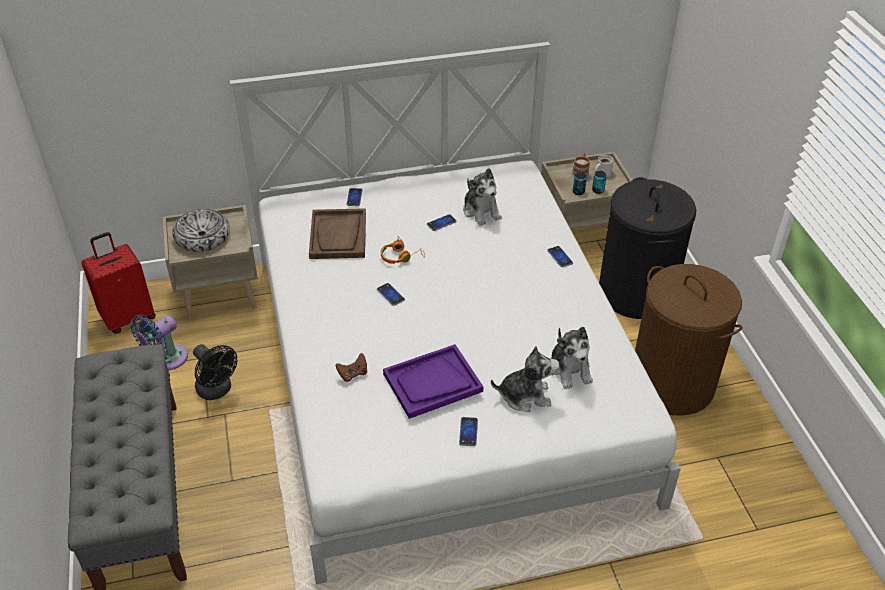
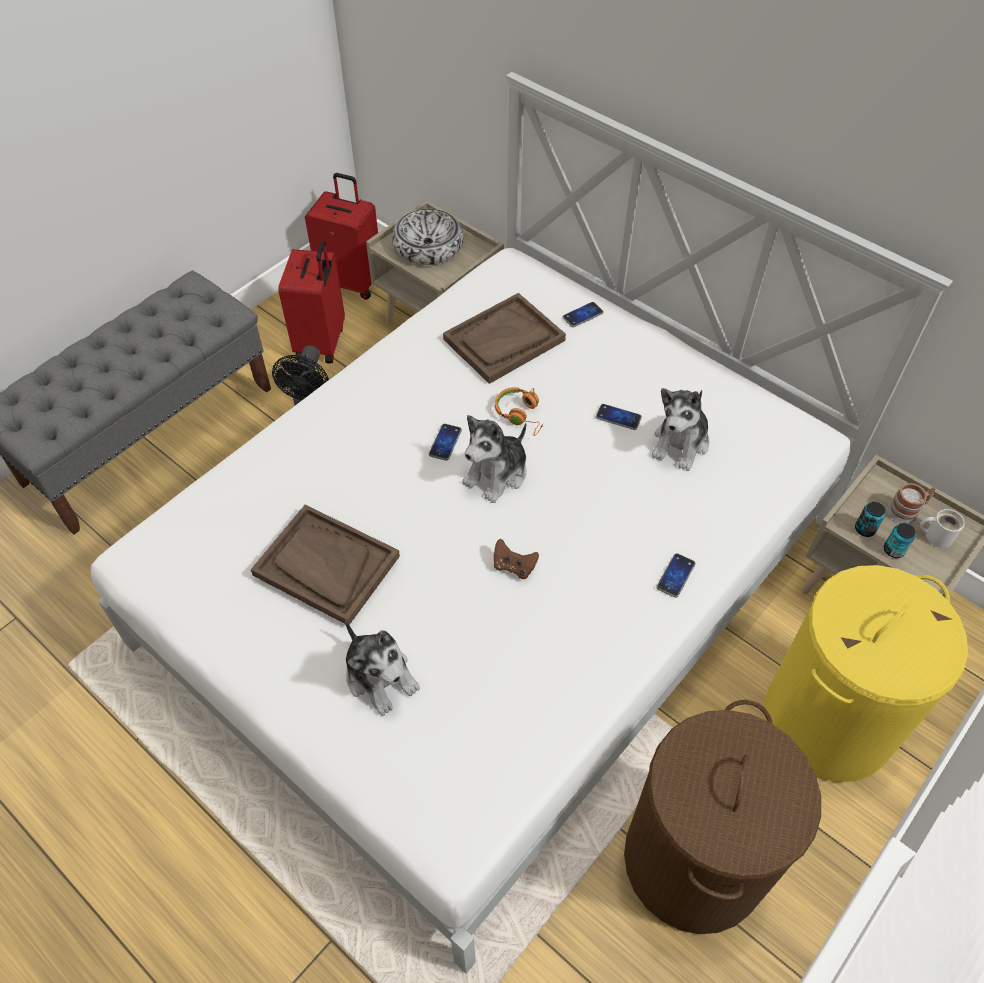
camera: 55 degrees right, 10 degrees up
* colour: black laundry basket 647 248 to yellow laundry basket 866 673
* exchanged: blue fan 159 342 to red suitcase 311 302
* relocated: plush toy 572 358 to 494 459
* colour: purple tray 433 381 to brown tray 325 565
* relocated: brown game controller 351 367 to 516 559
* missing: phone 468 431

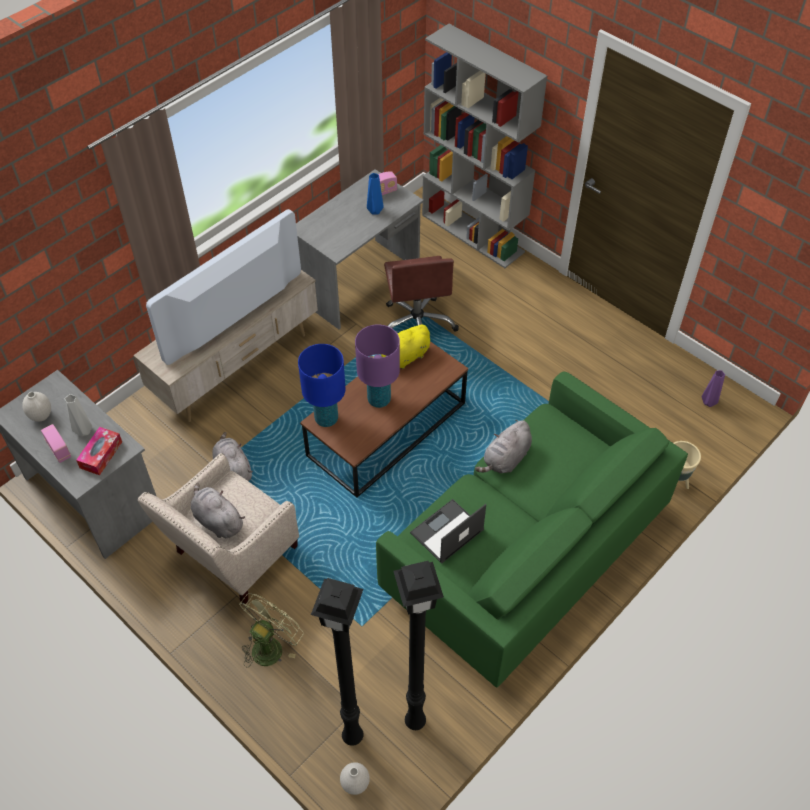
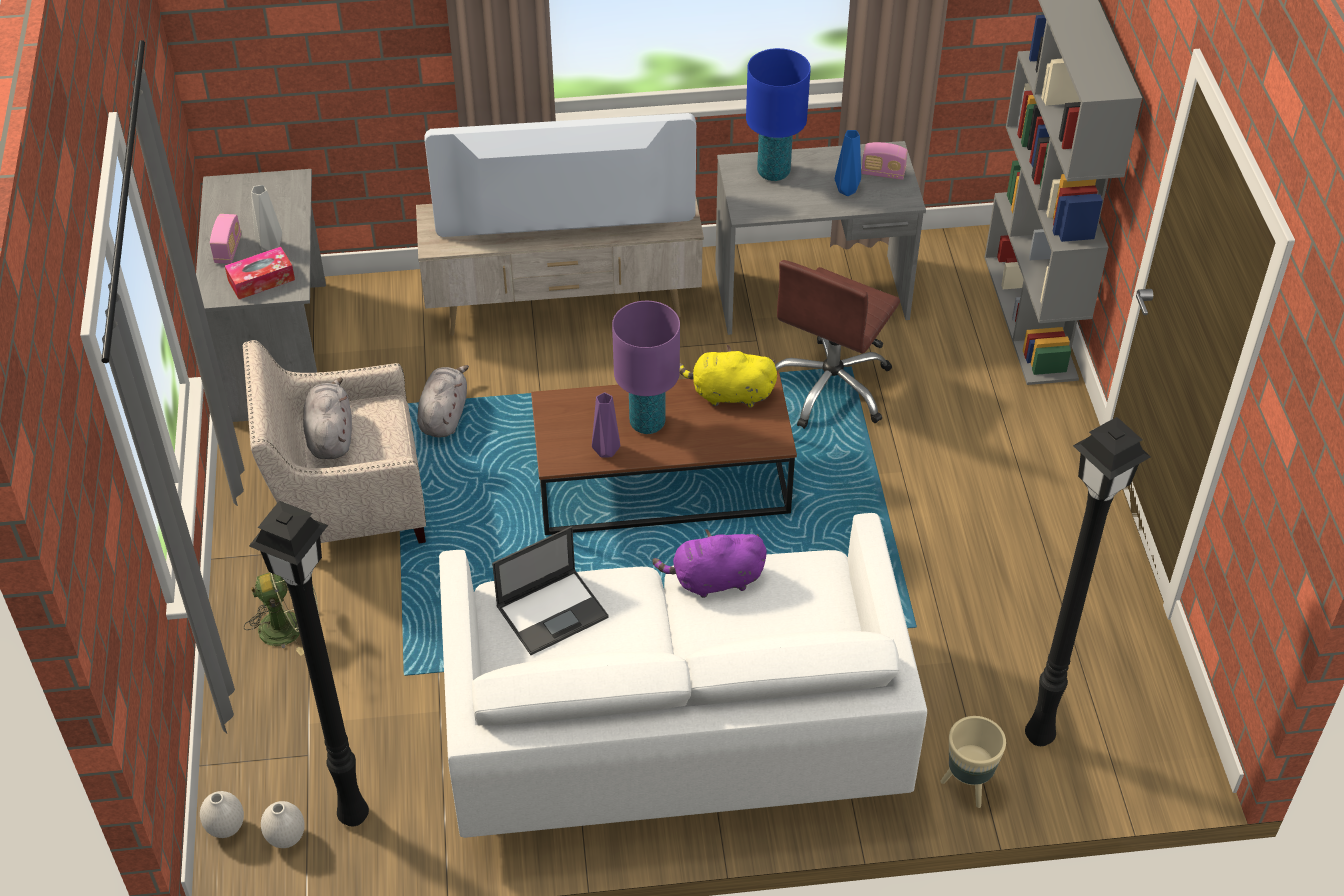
camera: 40 degrees right, 5 degrees down
* relocated: blue table lamp 322 385 to 778 114
* relocated: purple vase 713 388 to 606 424
* colour: green sofa 532 530 to white sofa 683 675
* relocated: white vase 36 407 to 283 824
* colour: grey plush toy 503 446 to purple plush toy 709 563
* spun: laptop 448 531 = 550 590 150 degrees clockwise
* relocated: black floor lamp 337 662 to 1088 581

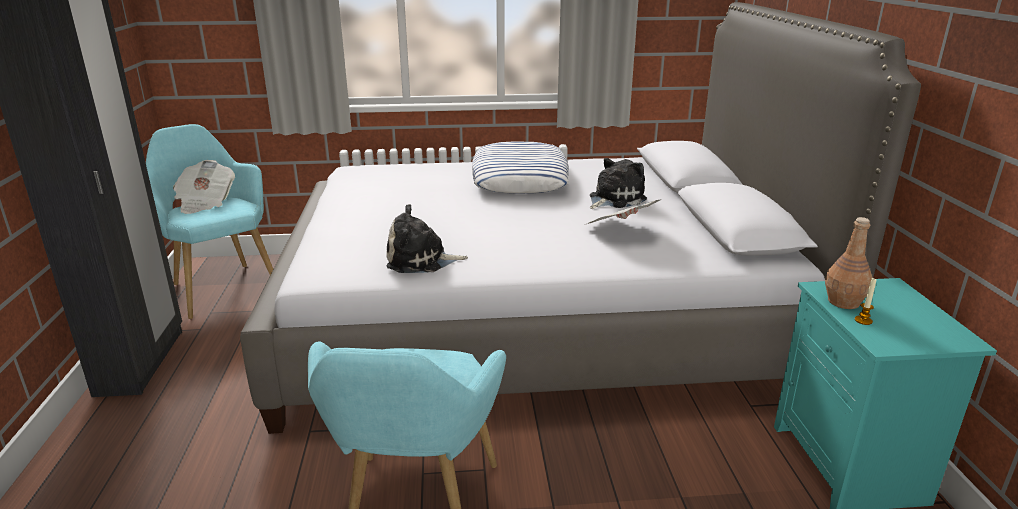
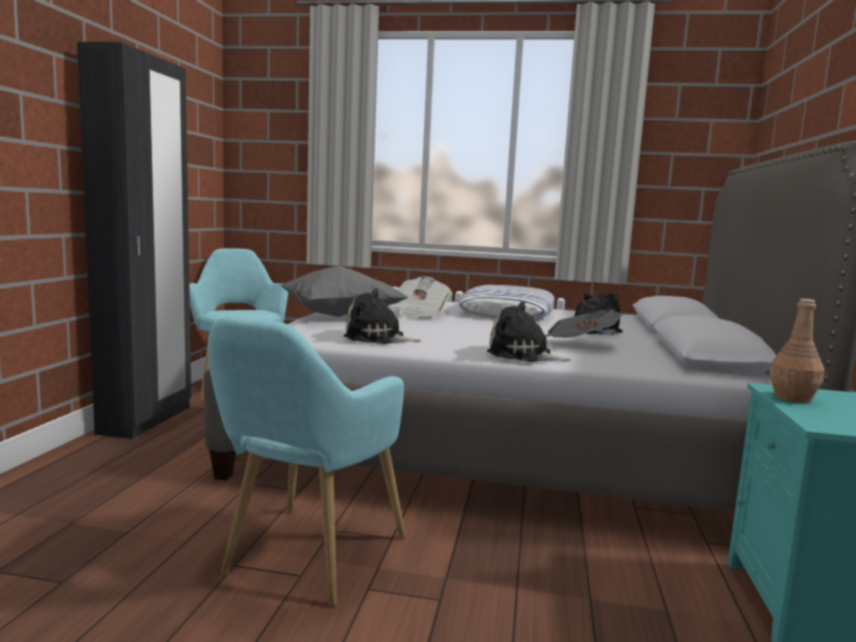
camera: 15 degrees right, 15 degrees down
* relocated: newspaper 204 187 to 422 297
* missing: candle 865 301
* appeared: grey pillow 344 291
* appeared: plush toy 529 331

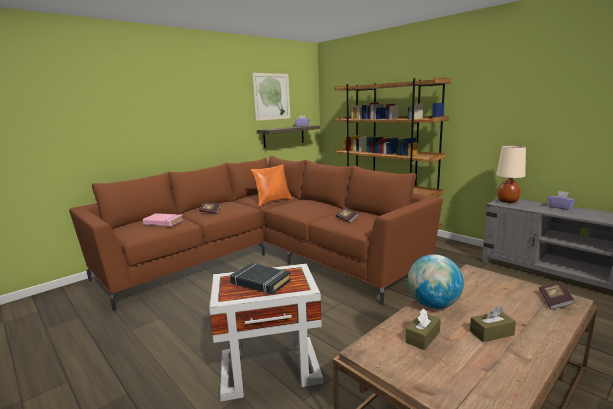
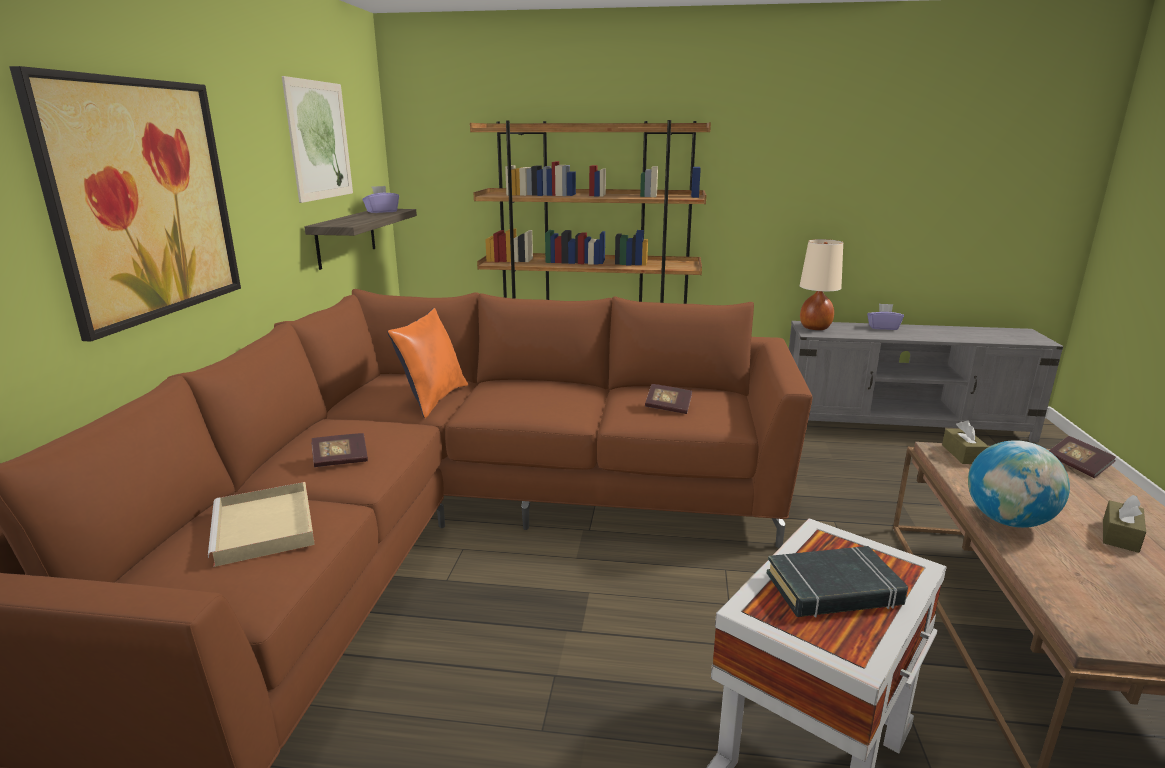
camera: 40 degrees left, 5 degrees up
* exchanged: pink book 163 220 to beige tray 261 524
* relocated: brown tissue box 423 329 to 965 442
* appeared: picture 125 204

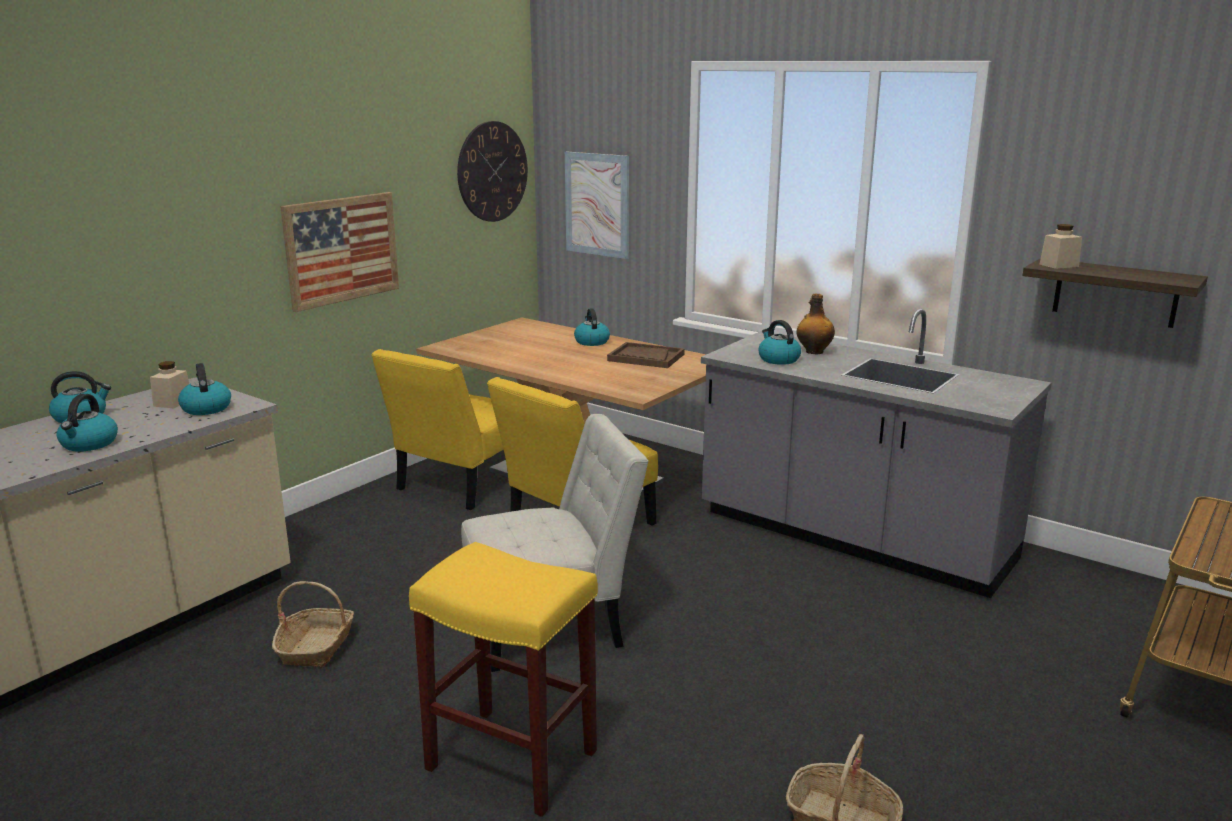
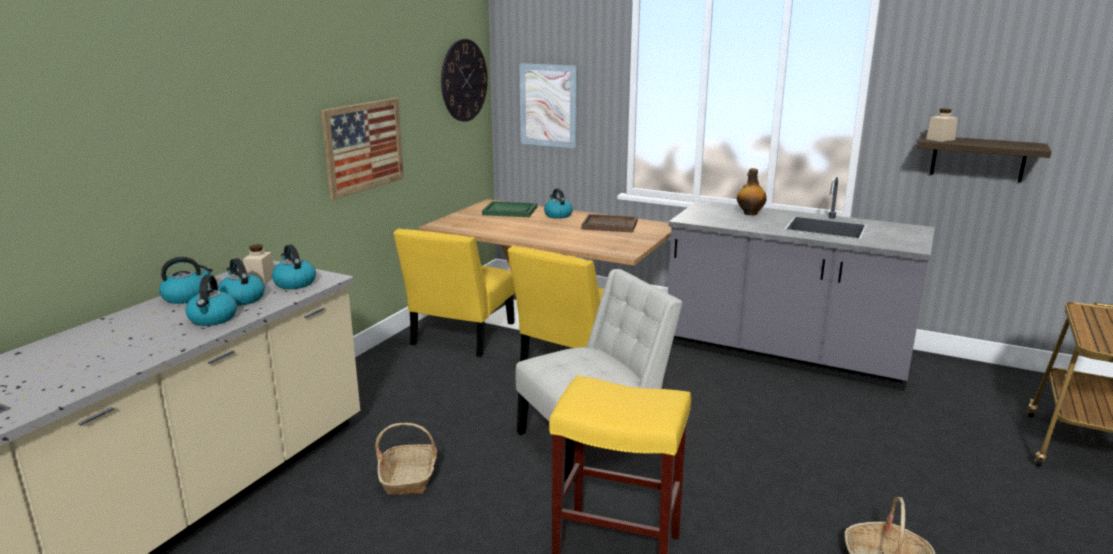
camera: 10 degrees left, 0 degrees up
* relocated: kettle 780 342 to 241 282
* appeared: green tray 509 209

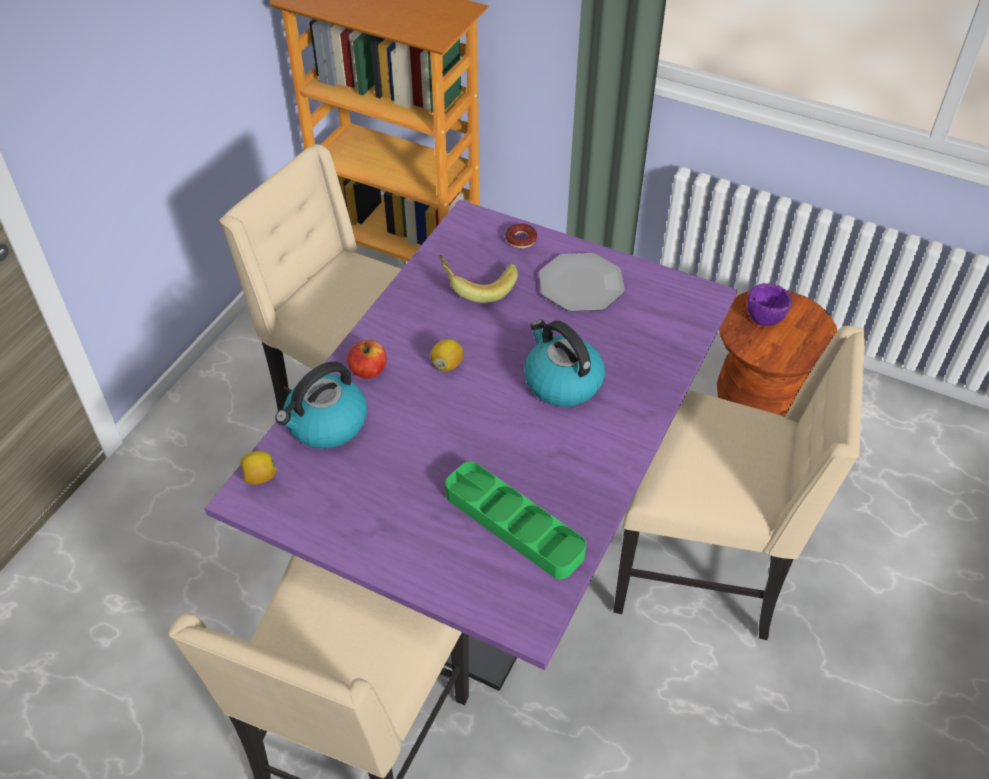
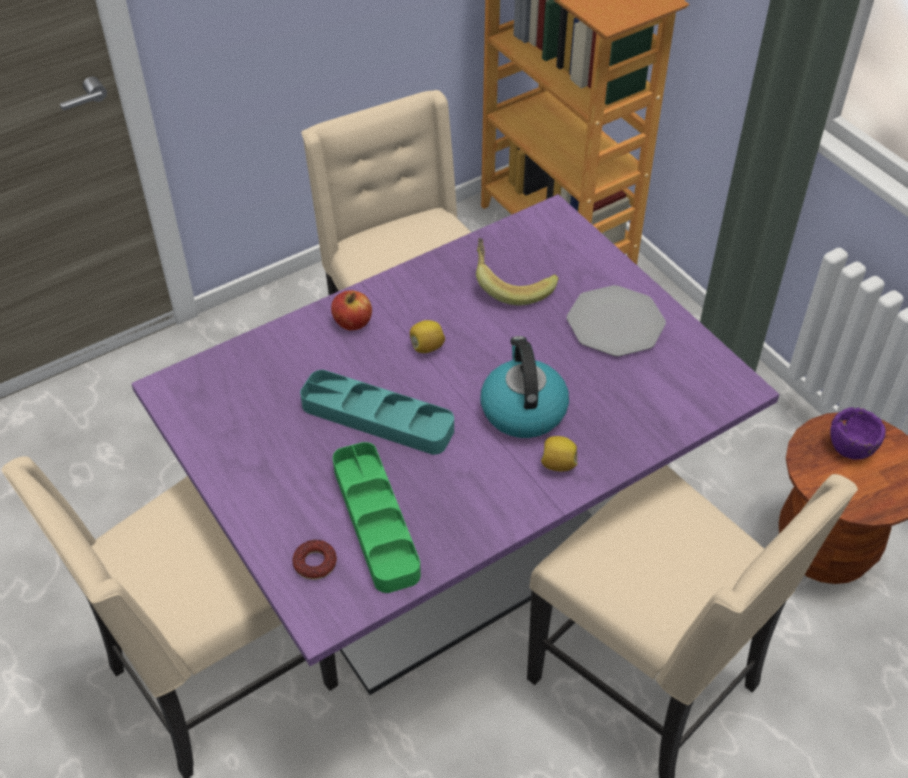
camera: 30 degrees right, 0 degrees up
* relocated: donut 521 235 to 315 560
* missing: kettle 321 405
* relocated: lemon 258 468 to 559 453
* appeared: turquoise tray 377 412

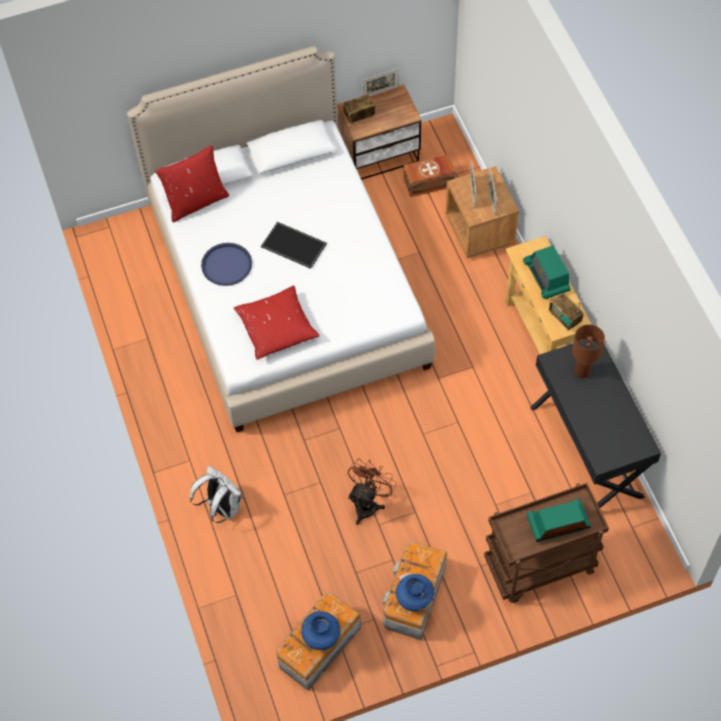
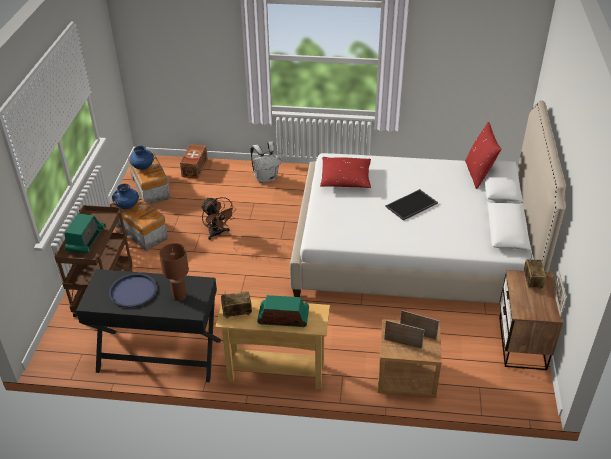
camera: 115 degrees right, 20 degrees down
* relocated: brown storage box 430 175 to 194 161
* relocated: blue tray 226 264 to 133 290

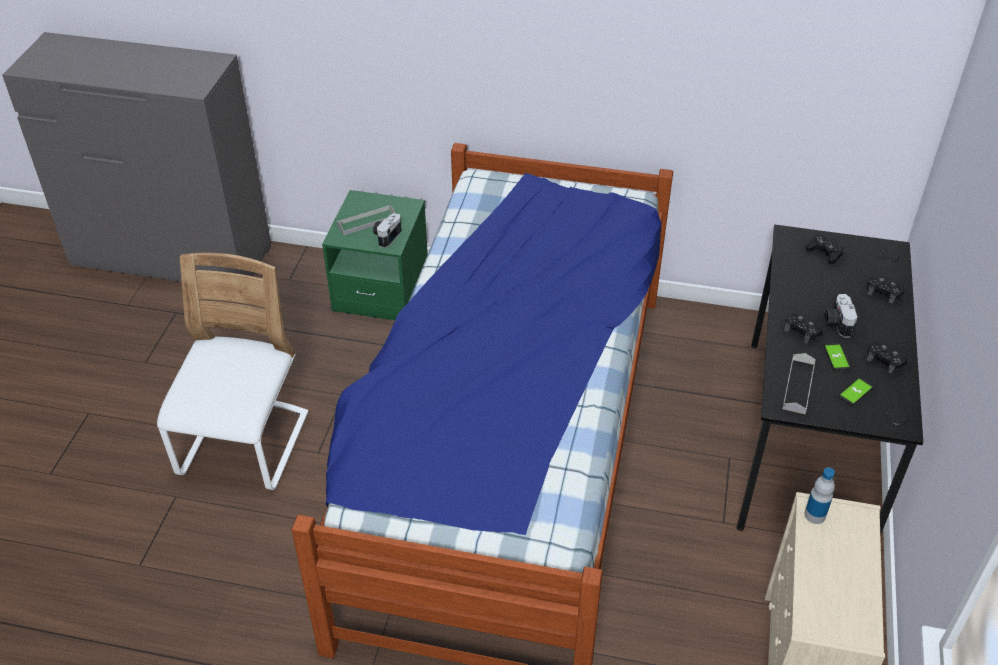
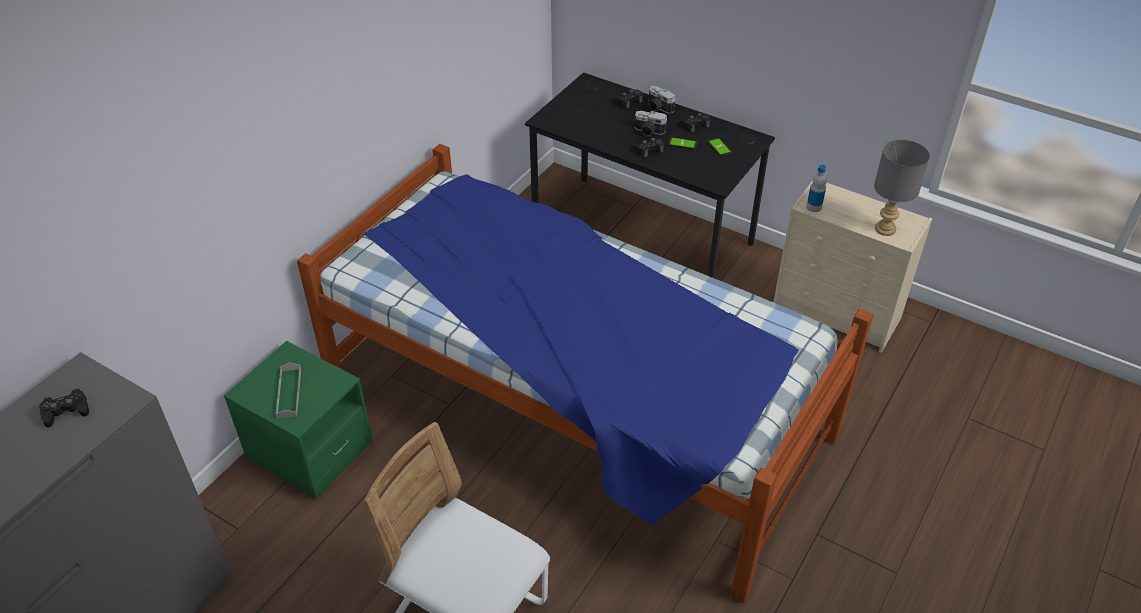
camera: 70 degrees left, 0 degrees up
* relocated: photo camera 387 230 to 662 100
* relocated: black game controller 825 250 to 64 408
* missing: grey tray 799 383
* appeared: grey table lamp 902 187

